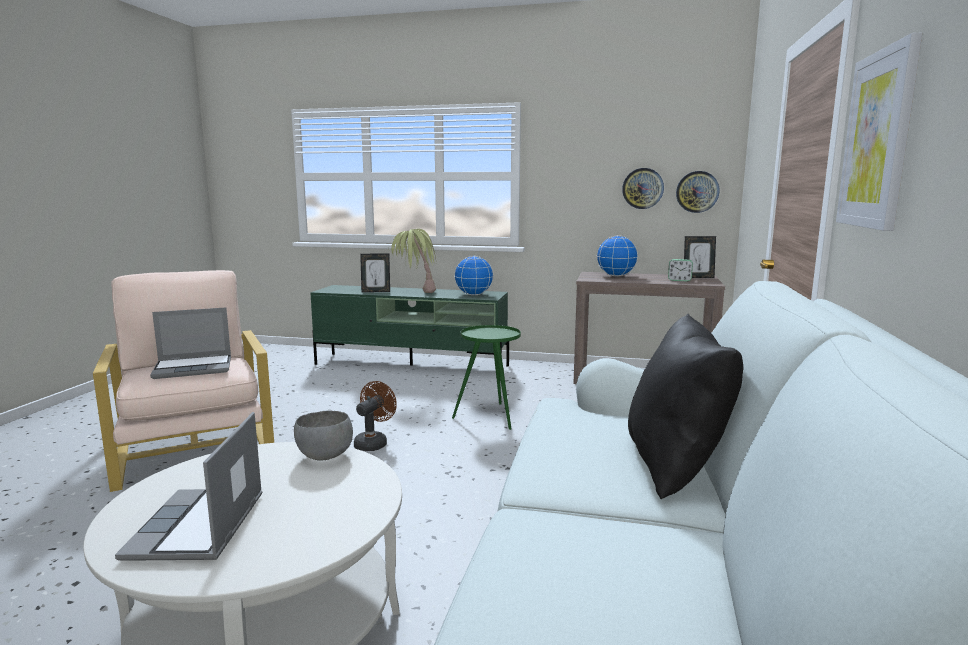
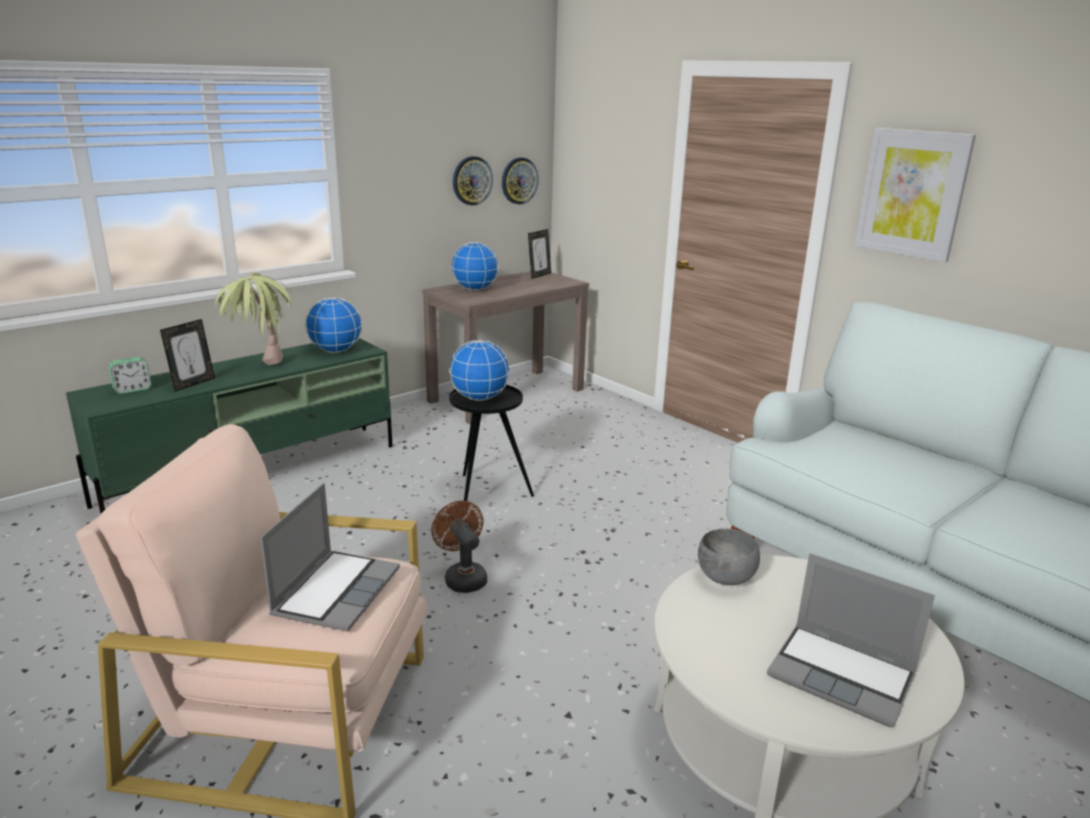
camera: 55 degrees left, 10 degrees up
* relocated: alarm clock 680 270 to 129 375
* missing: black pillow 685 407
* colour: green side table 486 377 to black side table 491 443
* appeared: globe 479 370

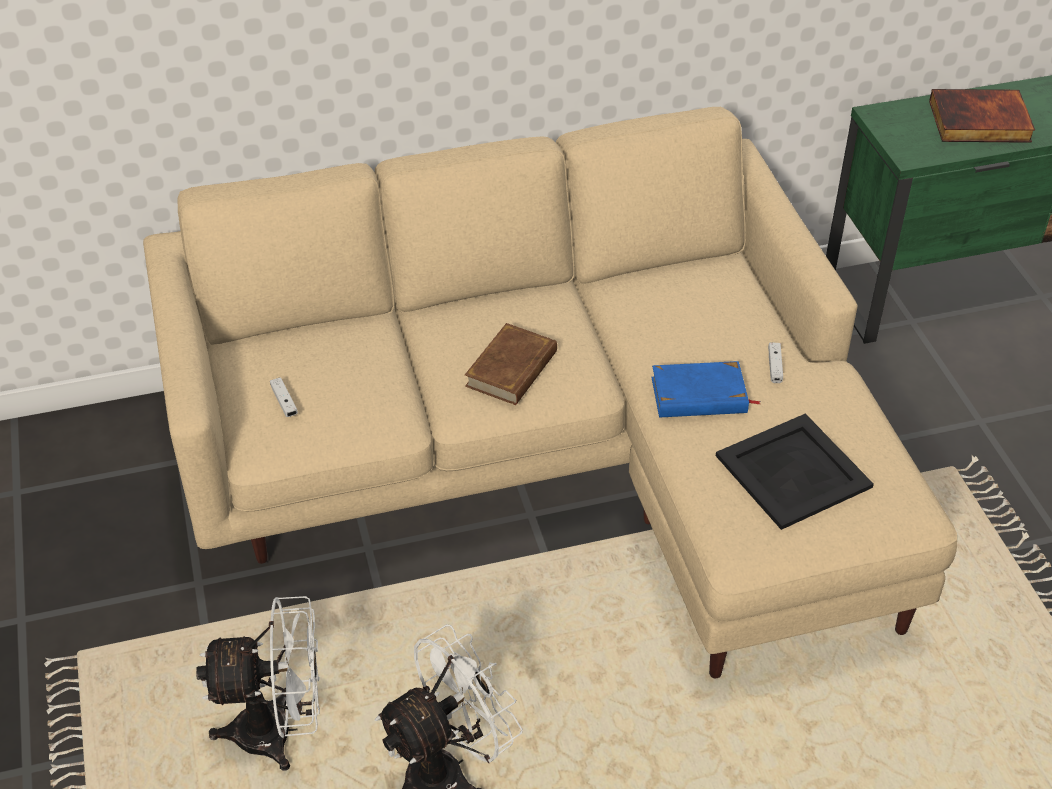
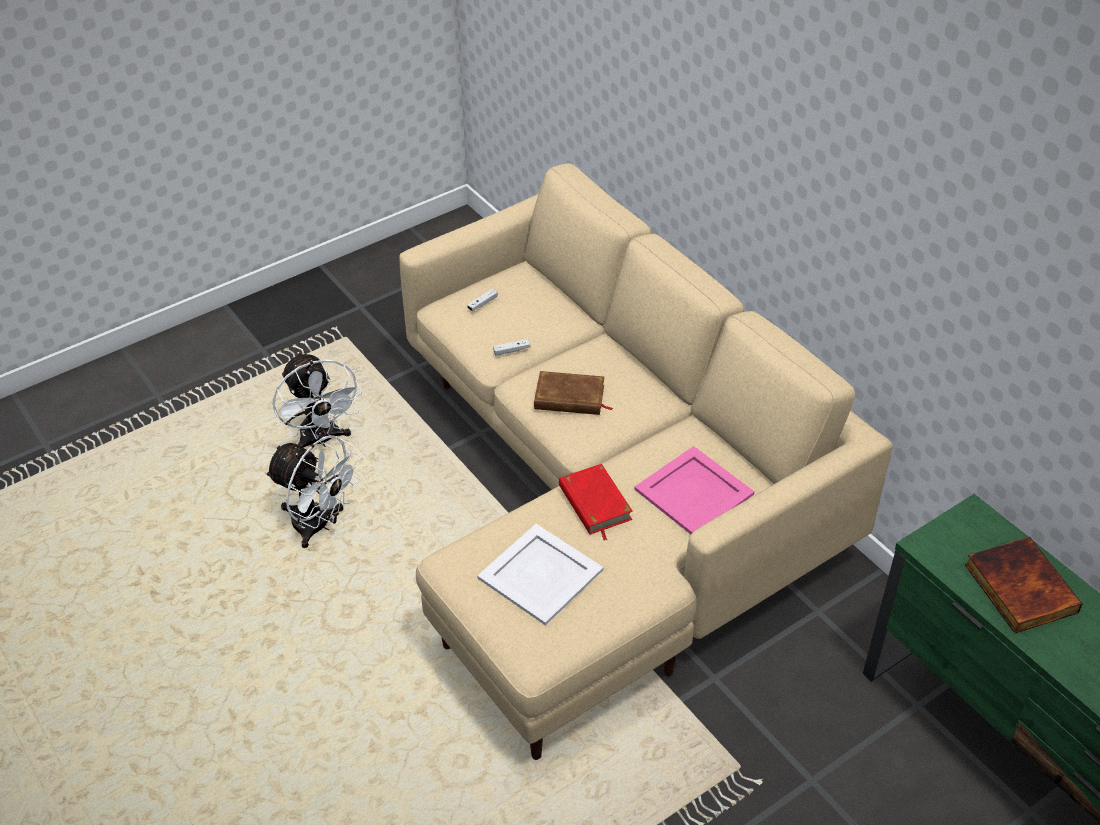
camera: 70 degrees right, 0 degrees up
* relocated: white game controller 775 362 to 511 347
* colour: blue book 706 389 to red book 596 502
* colour: black tray 795 472 to white tray 540 574
* appeared: pink tray 694 490

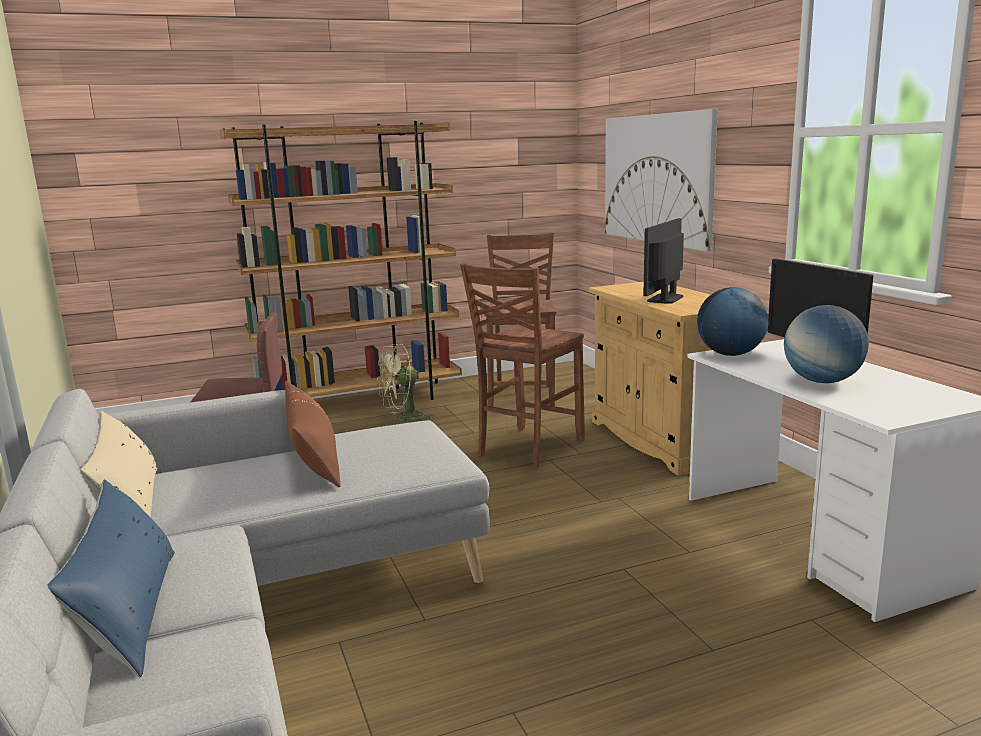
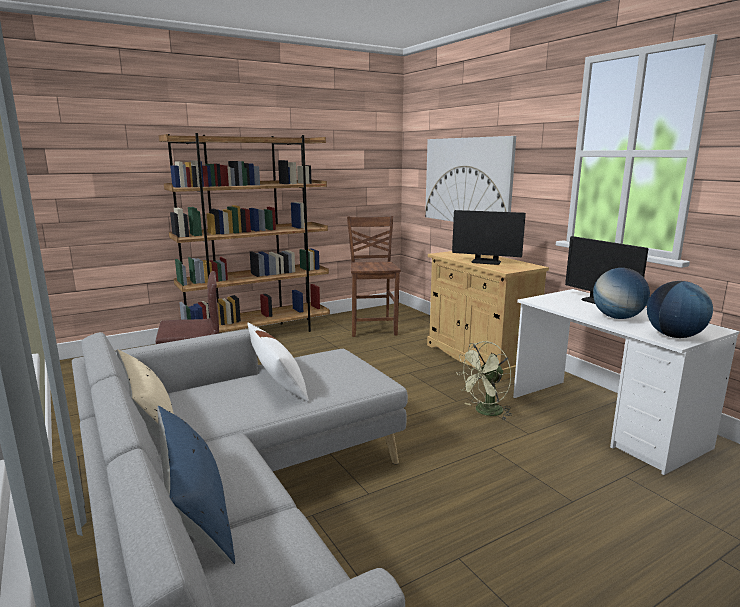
camera: 10 degrees left, 0 degrees up
* spun: monitor 664 261 = 489 237 90 degrees counterclockwise
* missing: brown chair 522 366
* relocated: globe 733 321 to 680 309
* relocated: green fan 406 383 to 484 380
* colour: brown pillow 313 434 to white pillow 278 362

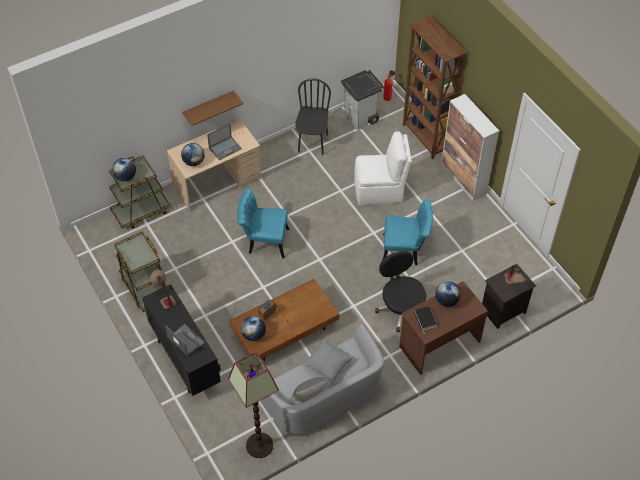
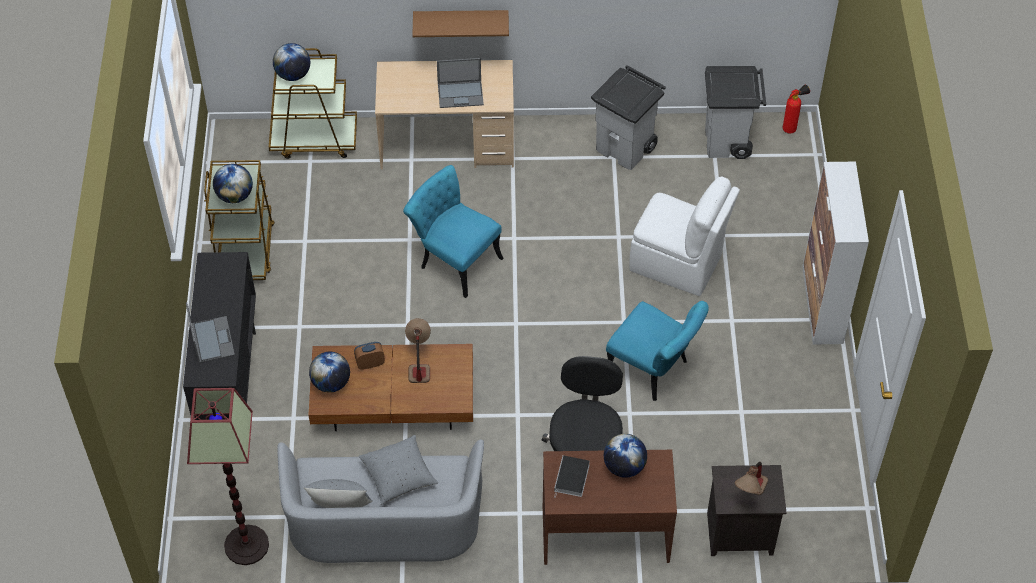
camera: 30 degrees right, 0 degrees up
* missing: brown bookcase 435 87
* exchanged: black chair 313 116 to grey trash can 628 117
* relocated: globe 192 154 to 233 183
* relocated: table lamp 163 290 to 418 350

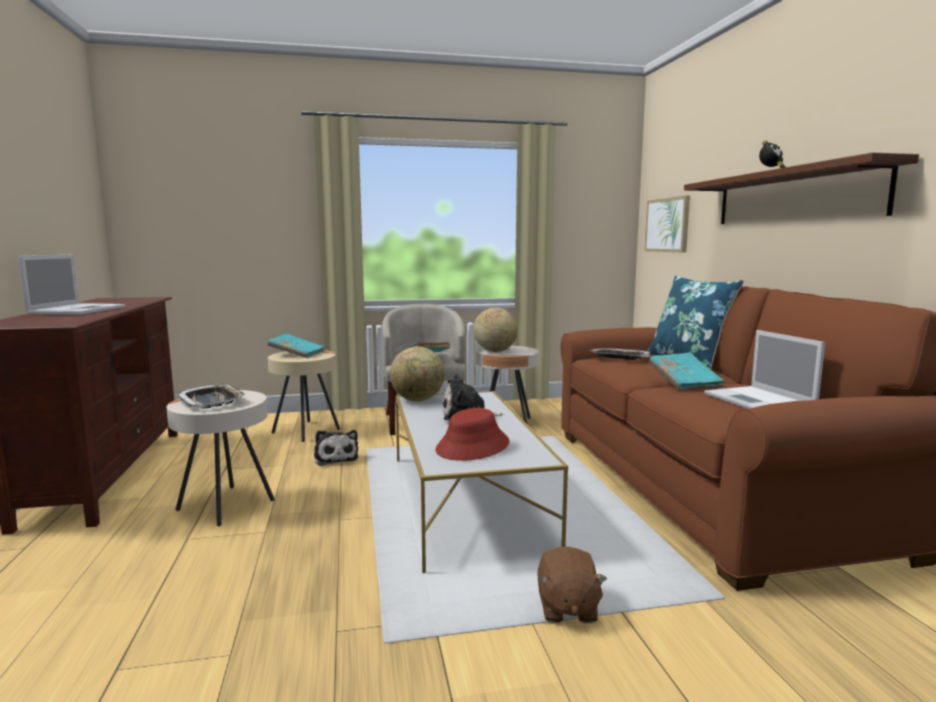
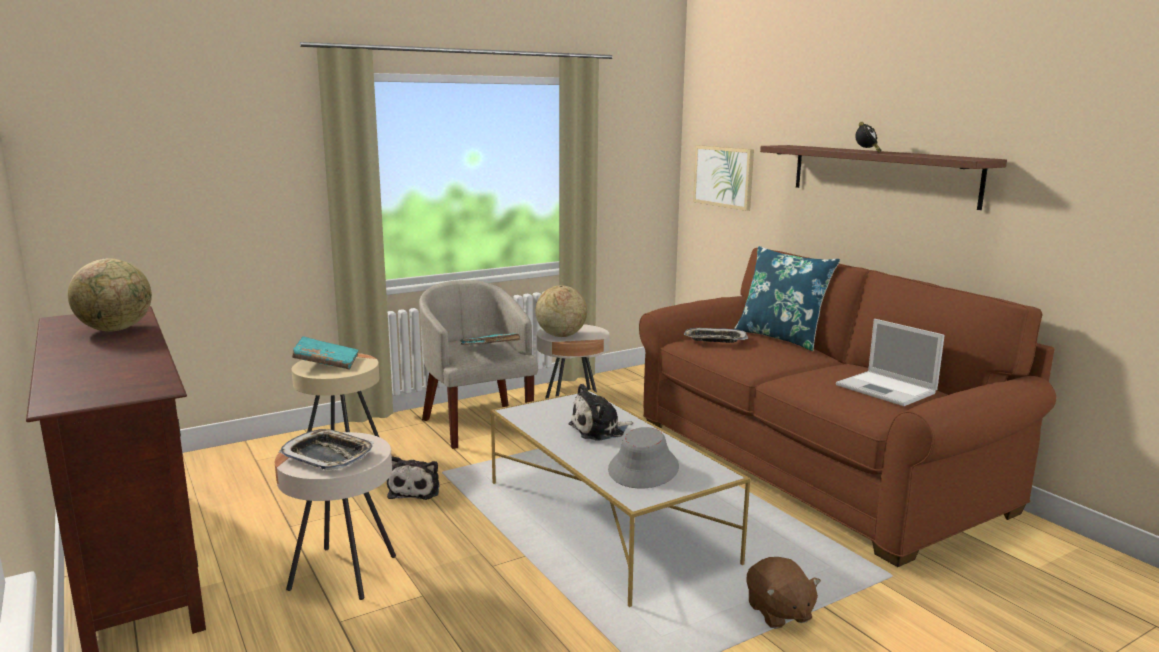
camera: 20 degrees left, 5 degrees up
* missing: laptop 71 285
* relocated: globe 417 374 to 110 295
* missing: turquoise book 687 371
* colour: red hat 472 434 to grey hat 643 458
* spun: plush toy 336 448 = 413 478 45 degrees clockwise

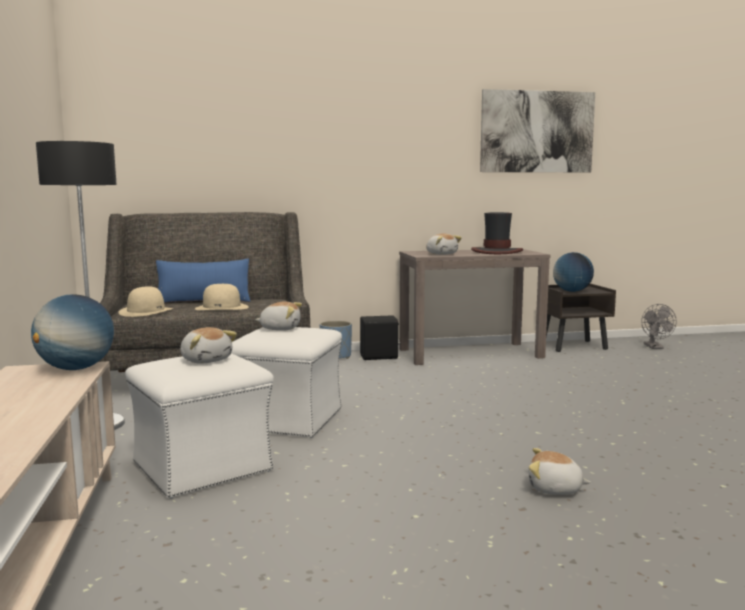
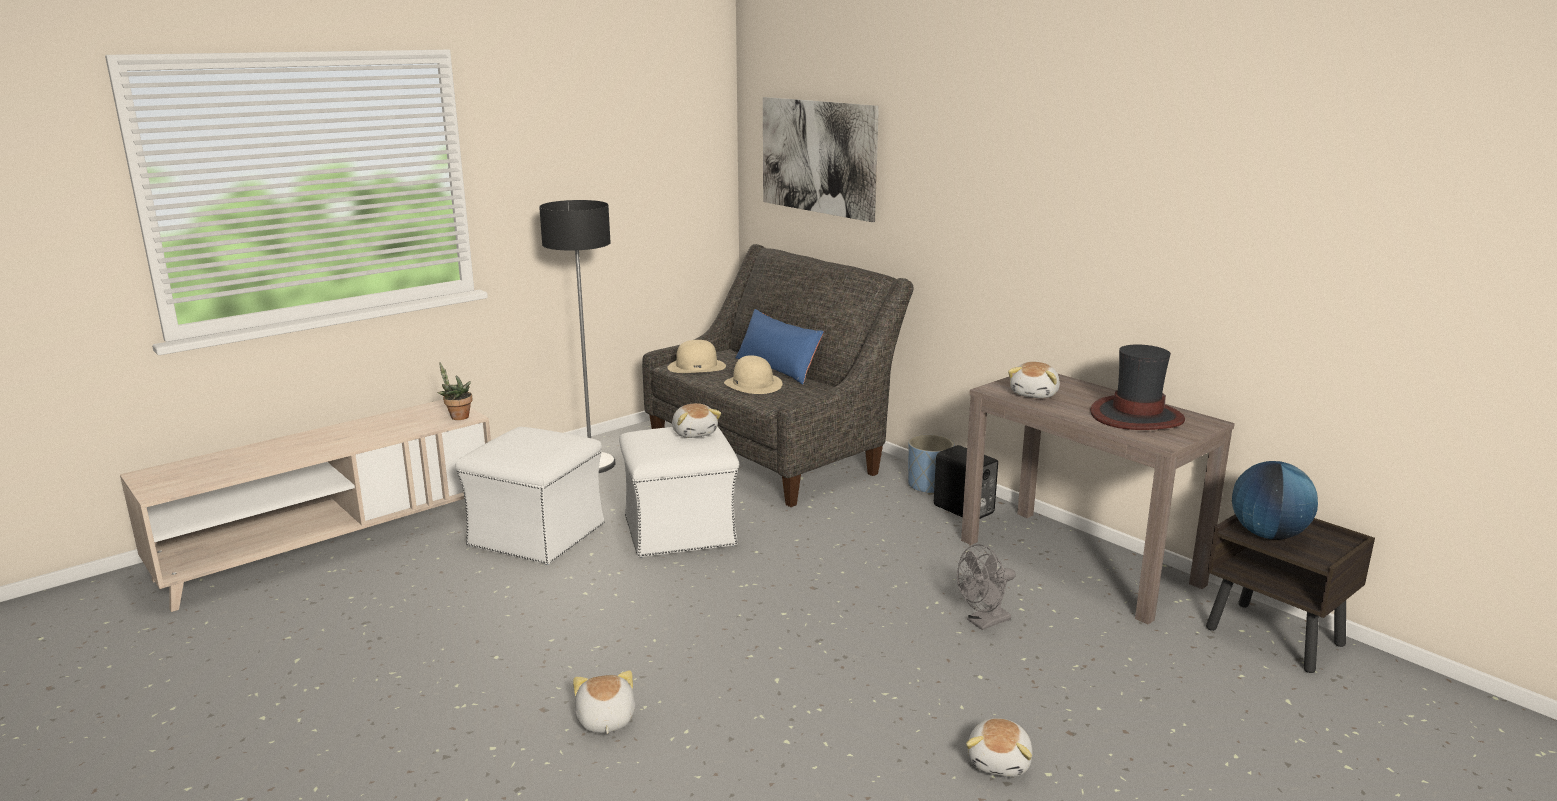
camera: 60 degrees right, 10 degrees up
* relocated: picture 537 130 to 821 159
* exchanged: globe 72 332 to potted plant 455 391
* relocated: grey fan 659 326 to 986 587
* relocated: plush toy 208 345 to 999 747

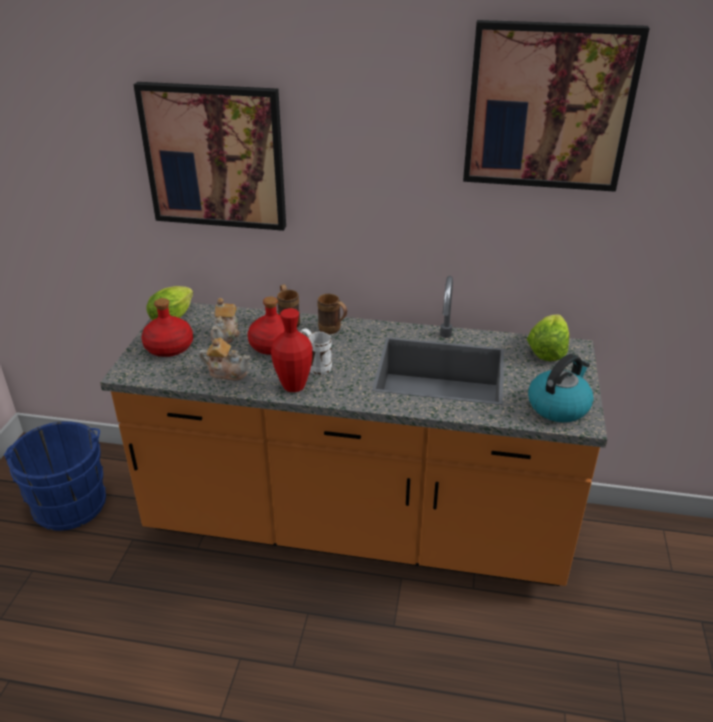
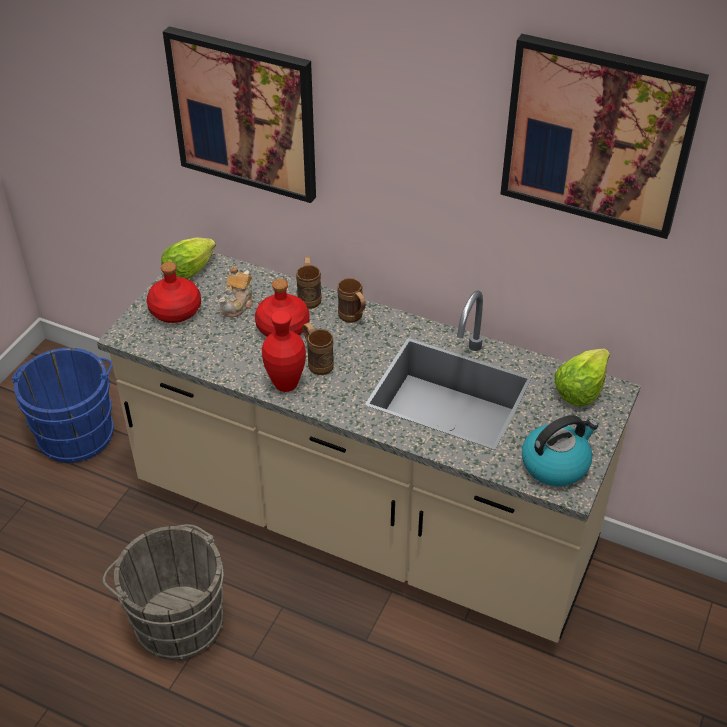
camera: 15 degrees right, 10 degrees up
* colour: orange counter 353 431 to beige counter 369 447
* colour: white mug 316 352 to brown mug 318 349
* missing: teapot 224 359
* appeared: grey bucket 163 592

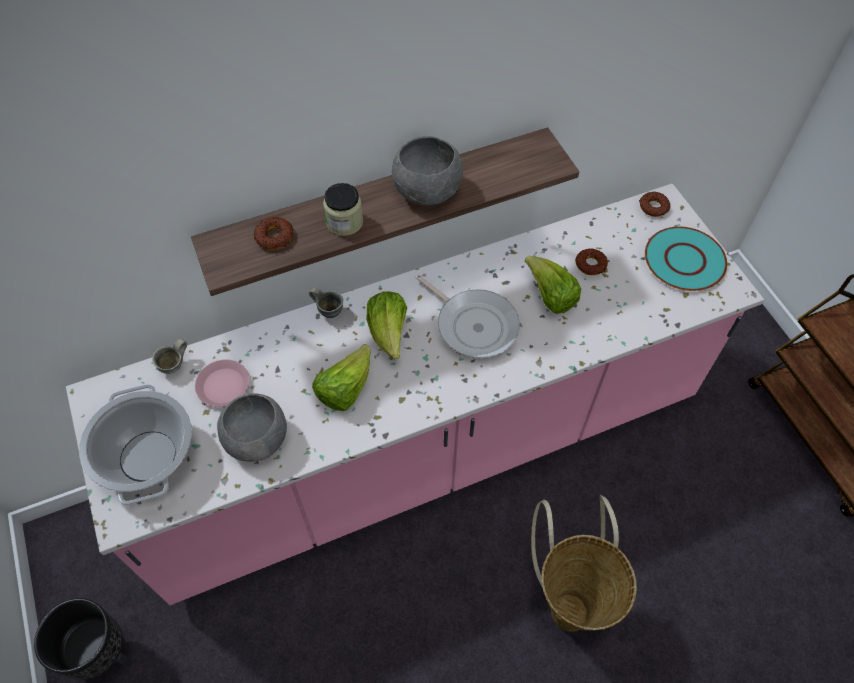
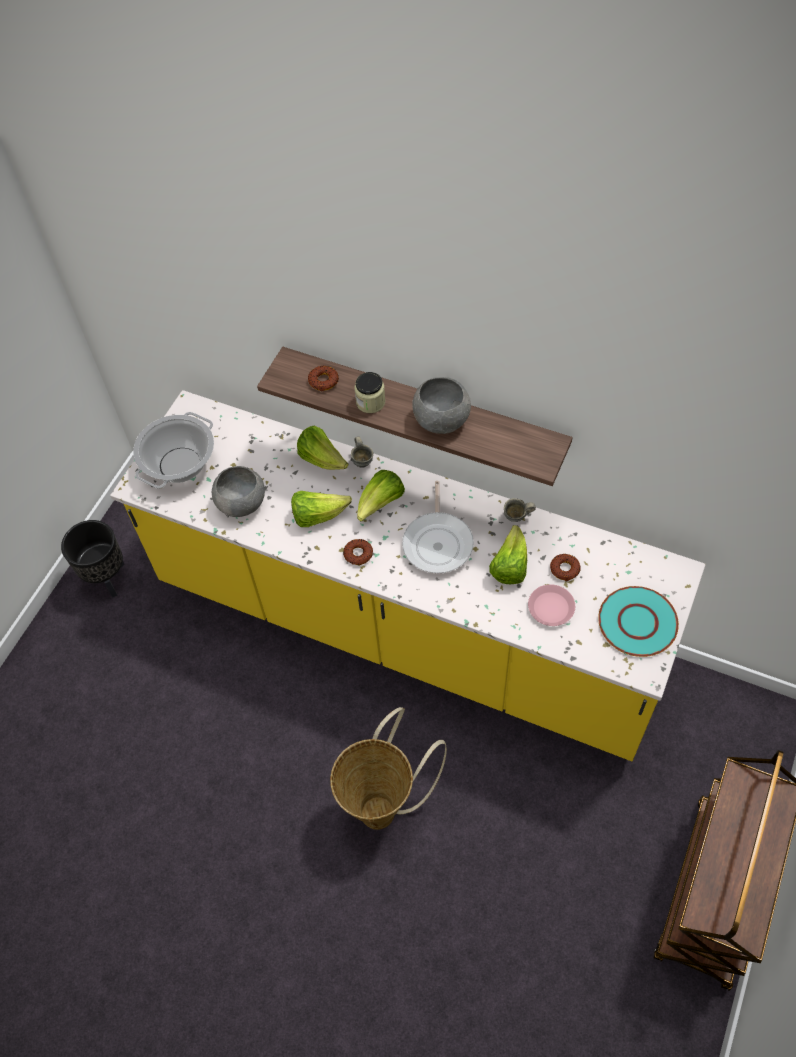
camera: 50 degrees right, 0 degrees up
* colour: pink counter 415 394 to yellow counter 408 575
* relocated: donut 654 204 to 358 552
* relocated: grey mug 169 356 to 520 510
* relocated: pink plate 222 383 to 551 605
* appeared: lettuce 322 448

